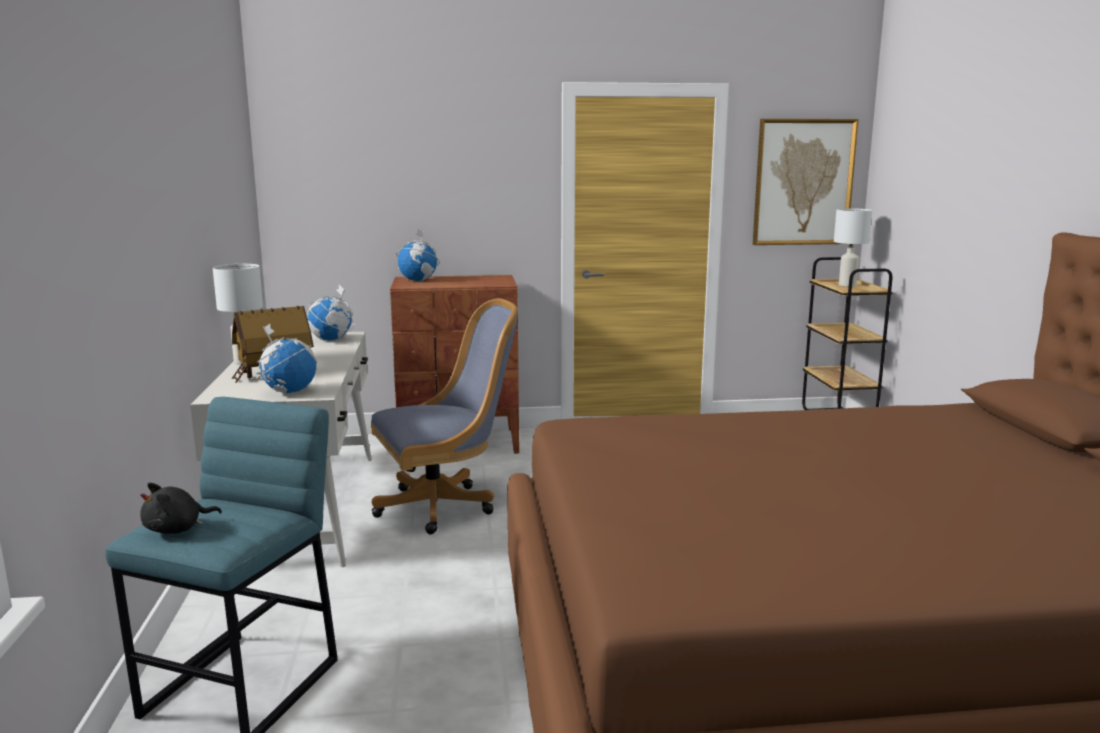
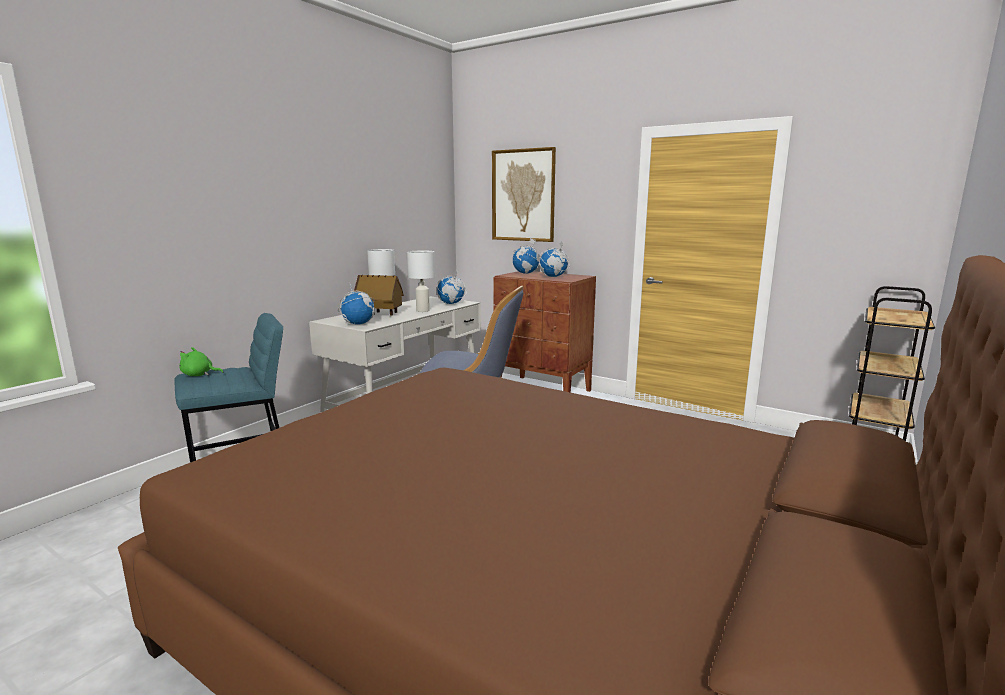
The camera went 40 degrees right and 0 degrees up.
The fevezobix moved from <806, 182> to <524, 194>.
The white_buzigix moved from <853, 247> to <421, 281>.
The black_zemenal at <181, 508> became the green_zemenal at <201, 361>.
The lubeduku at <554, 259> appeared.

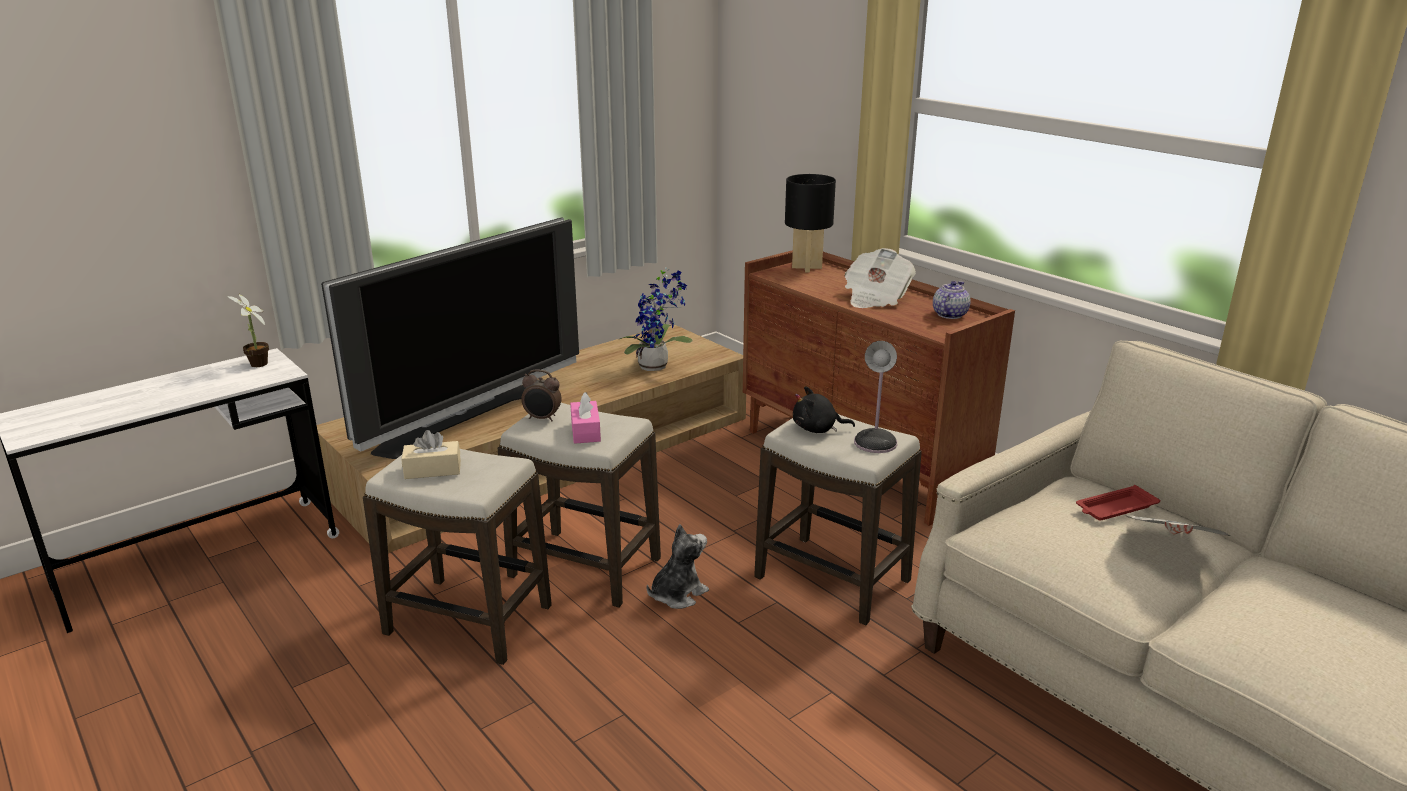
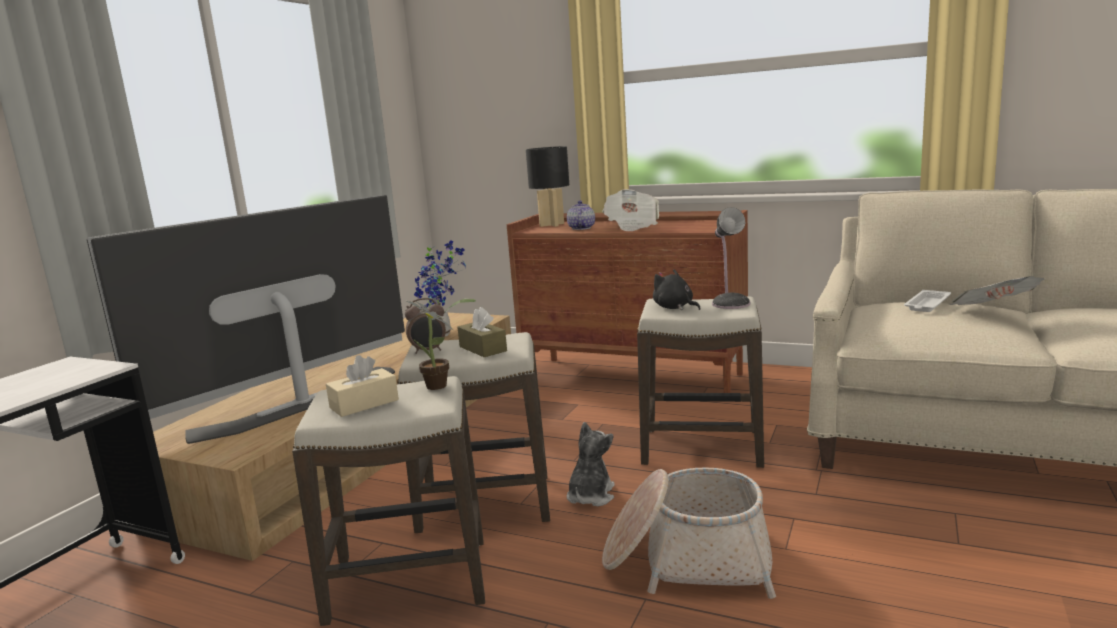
The camera went 25 degrees left and 10 degrees down.
The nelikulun at <450, 338> turned 150 degrees counterclockwise.
The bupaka moved from <952, 300> to <581, 215>.
The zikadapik moved from <248, 330> to <430, 345>.
The black_zemenal at <824, 409> turned 75 degrees clockwise.
The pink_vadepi at <585, 418> became the brown_vadepi at <482, 332>.
The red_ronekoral at <1118, 503> became the white_ronekoral at <927, 301>.
The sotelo at <689, 533> appeared.

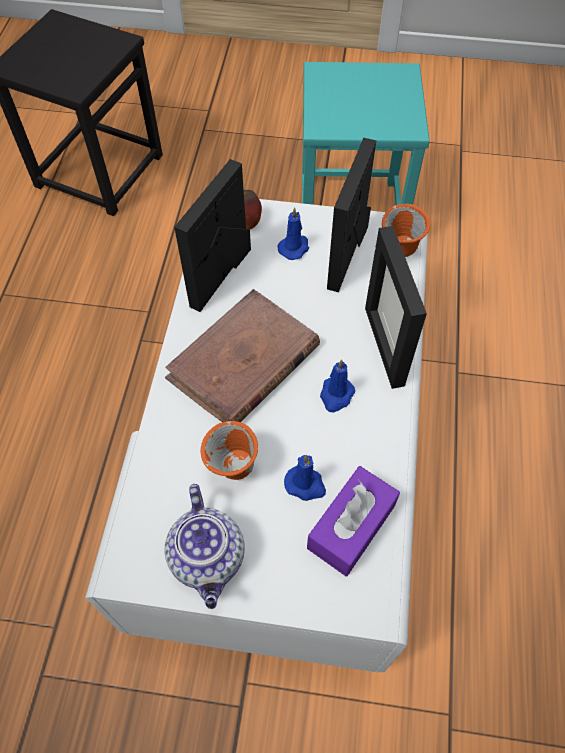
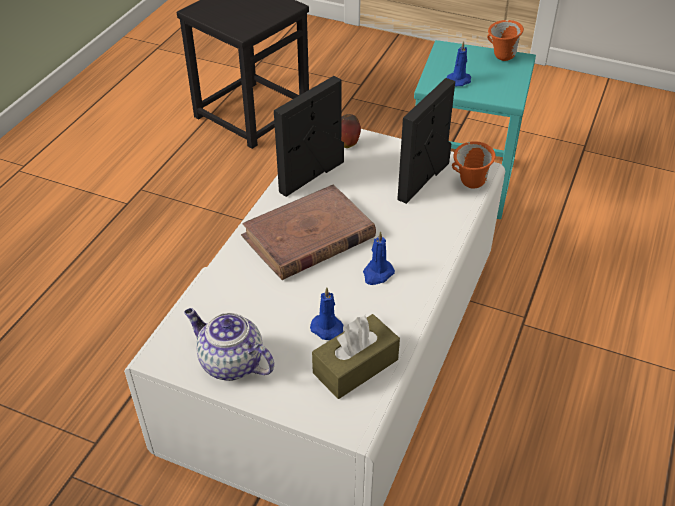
The camera went 15 degrees right and 15 degrees down.
The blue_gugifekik moved from <293, 233> to <458, 63>.
The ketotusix at <396, 307> disappeared.
The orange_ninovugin moved from <229, 450> to <505, 40>.
The purple_vadepi at <353, 521> became the brown_vadepi at <356, 356>.
The bupaka at <205, 546> turned 120 degrees clockwise.

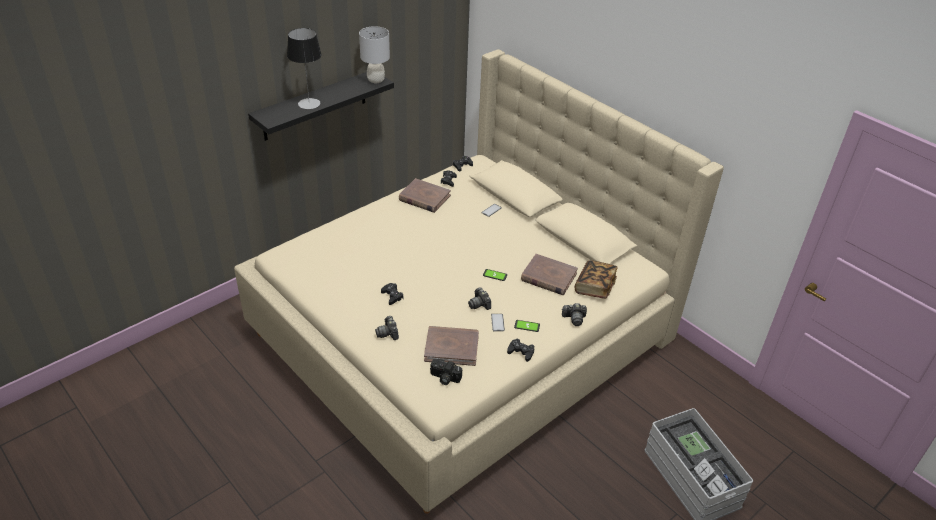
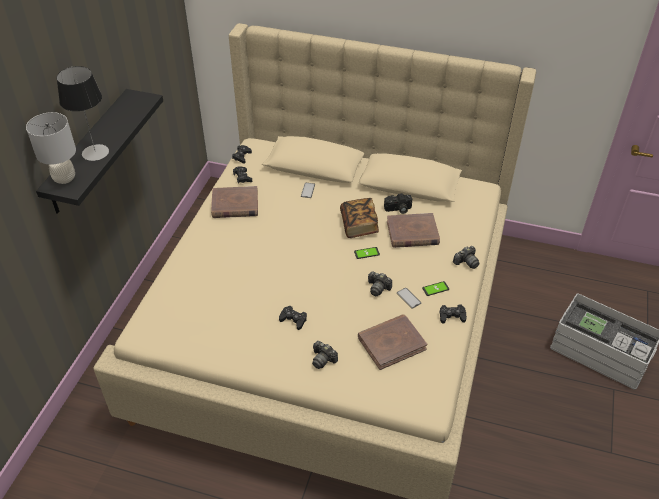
The camera went 30 degrees left and 5 degrees up.
The grey_buzigix moved from <374, 54> to <51, 148>.
The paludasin moved from <596, 279> to <359, 218>.
The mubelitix moved from <446, 372> to <398, 203>.

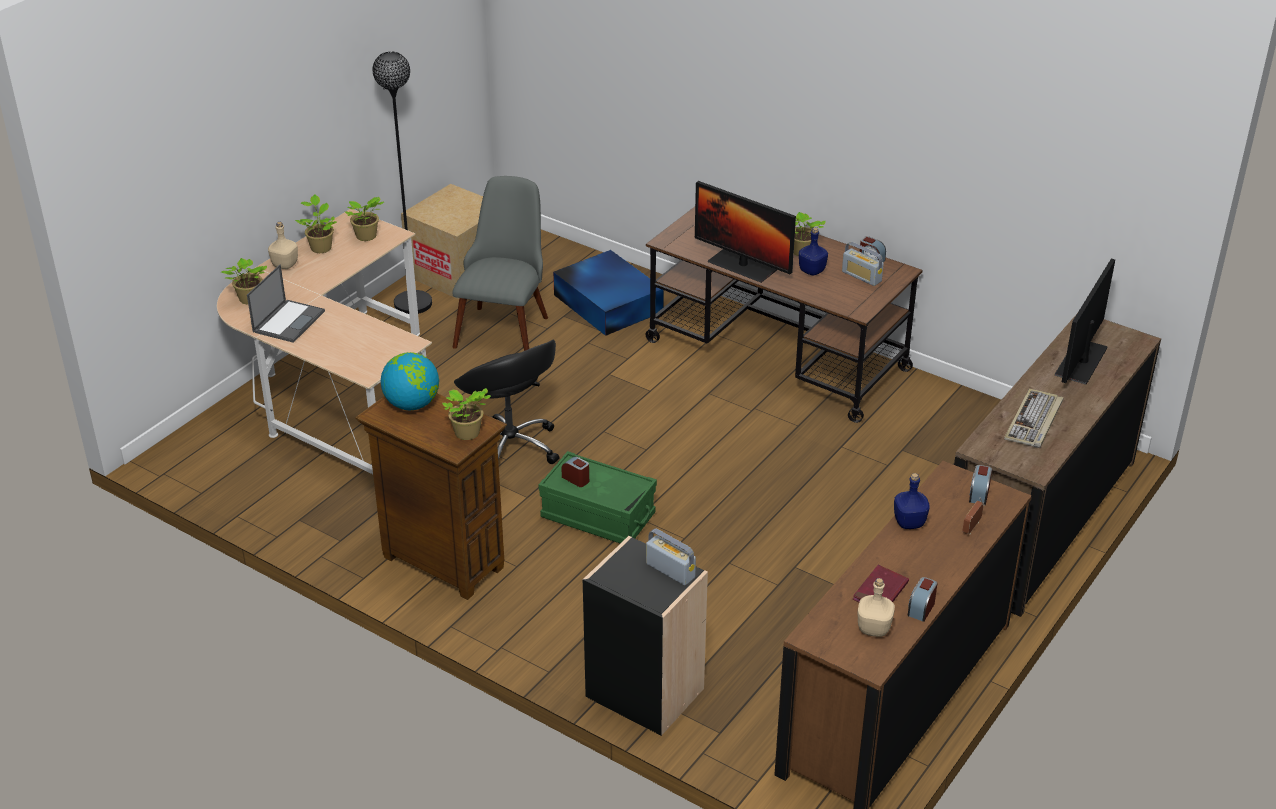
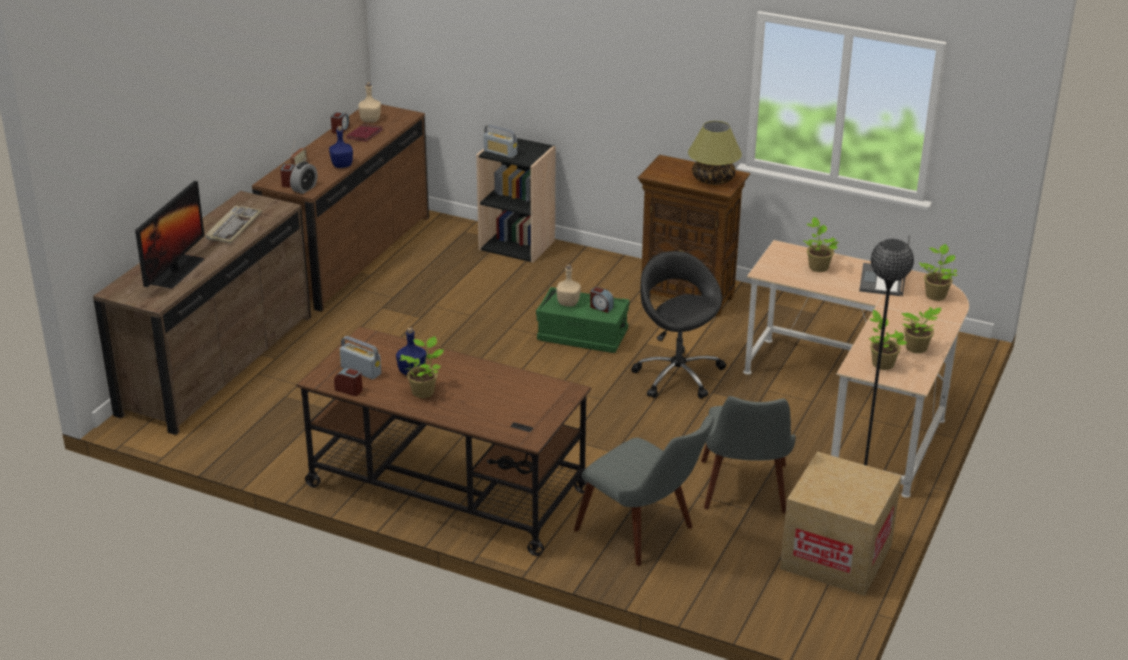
The camera went 170 degrees right and 5 degrees down.
The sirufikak at <745, 232> disappeared.
The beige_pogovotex moved from <283, 245> to <568, 285>.
The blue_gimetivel at <608, 293> was replaced by the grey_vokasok at <644, 490>.
The lubeduku at <410, 381> was replaced by the buzigix at <715, 153>.
The zikadapik moved from <466, 414> to <821, 244>.
The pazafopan at <303, 177> appeared.

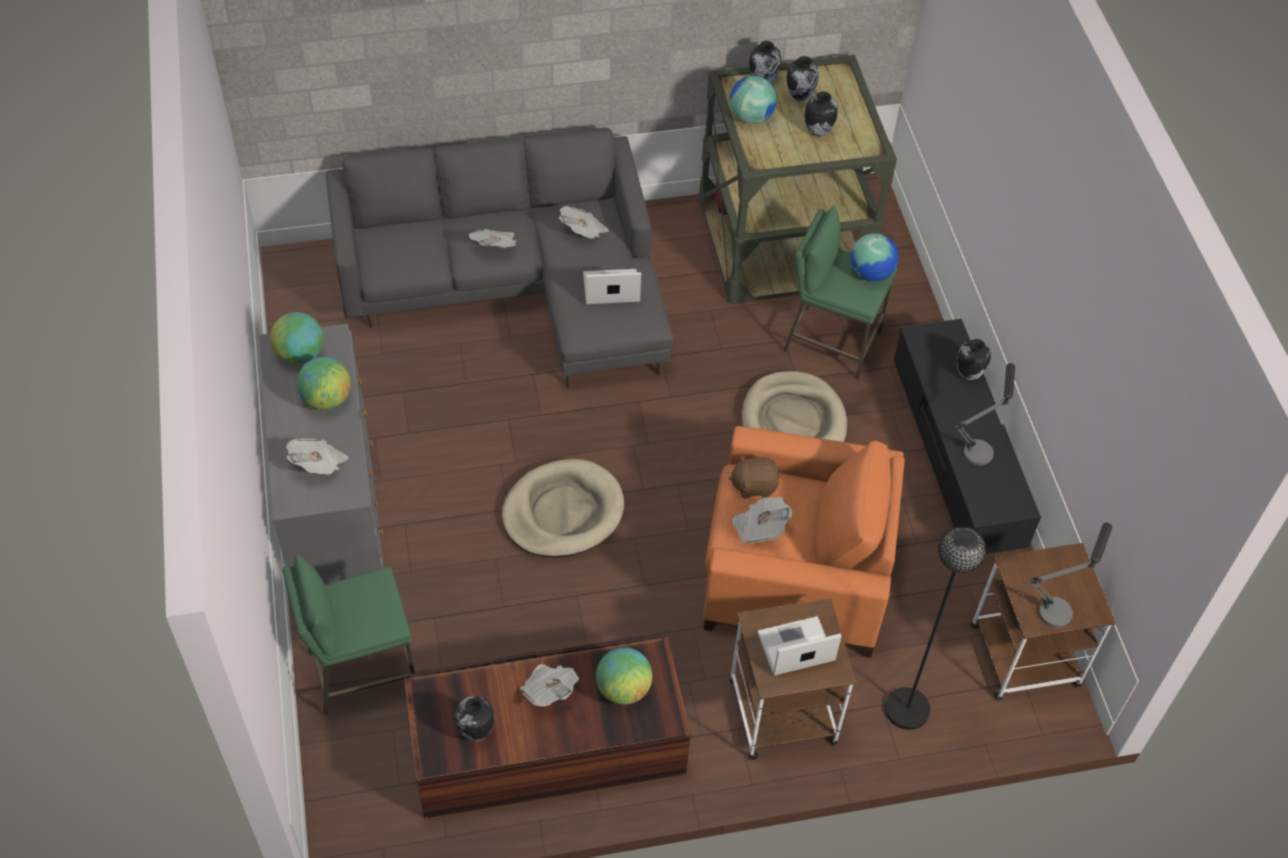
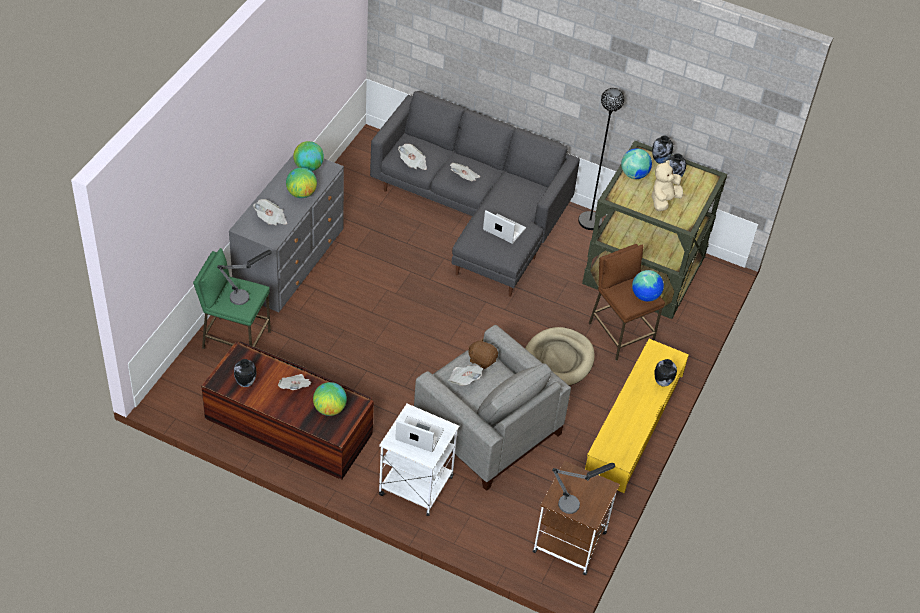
The camera went 35 degrees right and 5 degrees down.
The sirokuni at <821, 114> was replaced by the beige_zemenal at <667, 185>.
The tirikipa moved from <584, 222> to <412, 157>.
The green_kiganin at <840, 293> became the brown_kiganin at <627, 302>.
The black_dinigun at <967, 436> became the yellow_dinigun at <637, 416>.
The buzigix moved from <985, 414> to <244, 277>.
The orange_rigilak at <804, 542> became the grey_rigilak at <492, 408>.
The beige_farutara at <563, 508> disappeared.
The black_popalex moved from <935, 628> to <601, 159>.
The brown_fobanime at <792, 679> became the white_fobanime at <419, 460>.

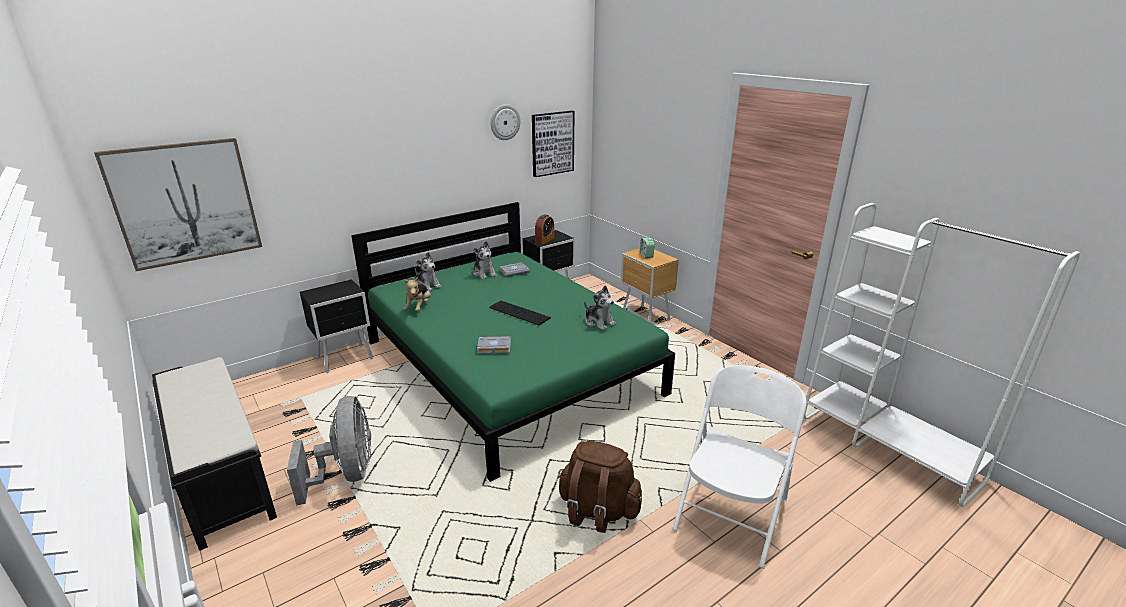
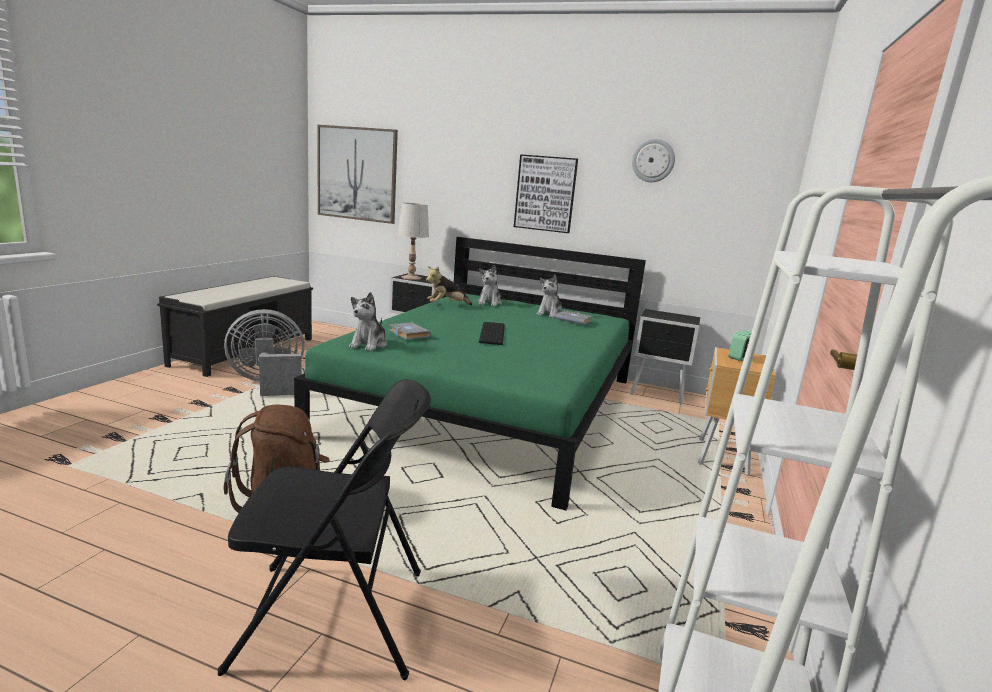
The camera went 55 degrees right and 10 degrees down.
The fevezobix moved from <553, 144> to <546, 193>.
The pazafopan at <544, 229> disappeared.
The zemenal moved from <600, 307> to <368, 321>.
The white_vokasok at <739, 467> became the black_vokasok at <324, 530>.
The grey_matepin at <329, 450> turned 150 degrees counterclockwise.
The white_buzigix at <413, 241> appeared.

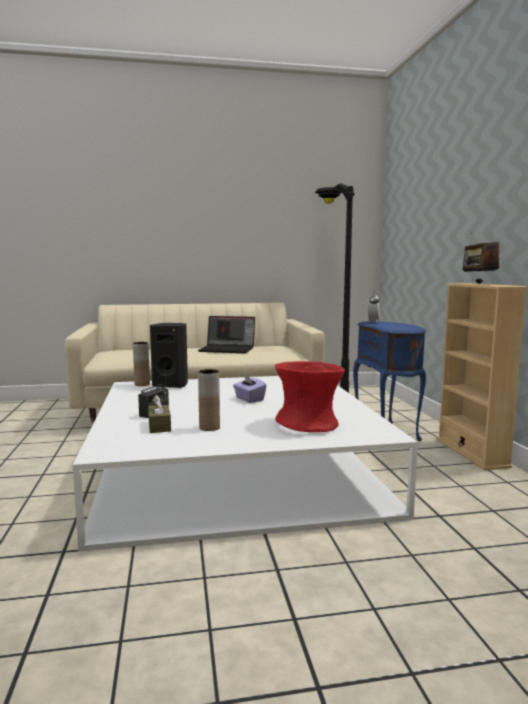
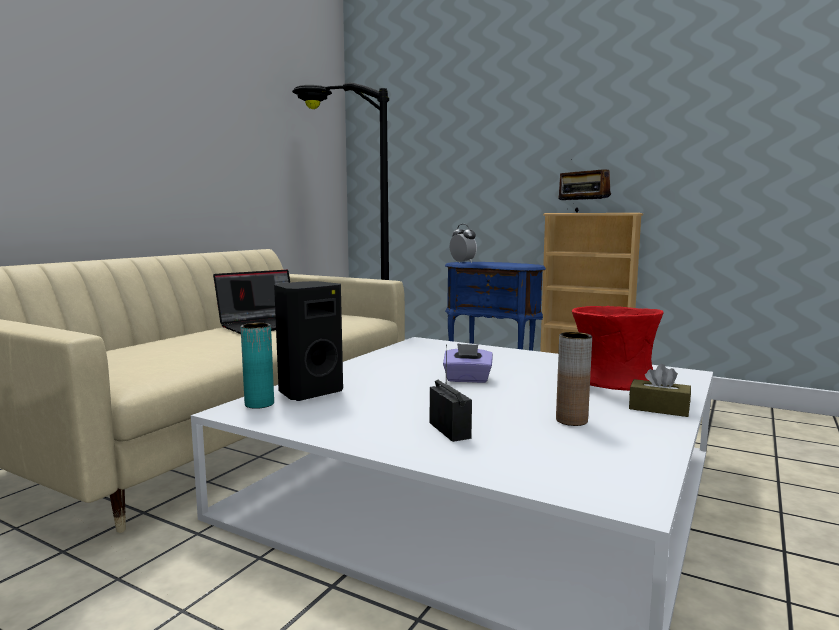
The camera went 50 degrees left and 0 degrees up.
The brown_sirokuni at <141, 364> became the turquoise_sirokuni at <257, 366>.
The brown_vadepi moved from <159, 414> to <660, 390>.

